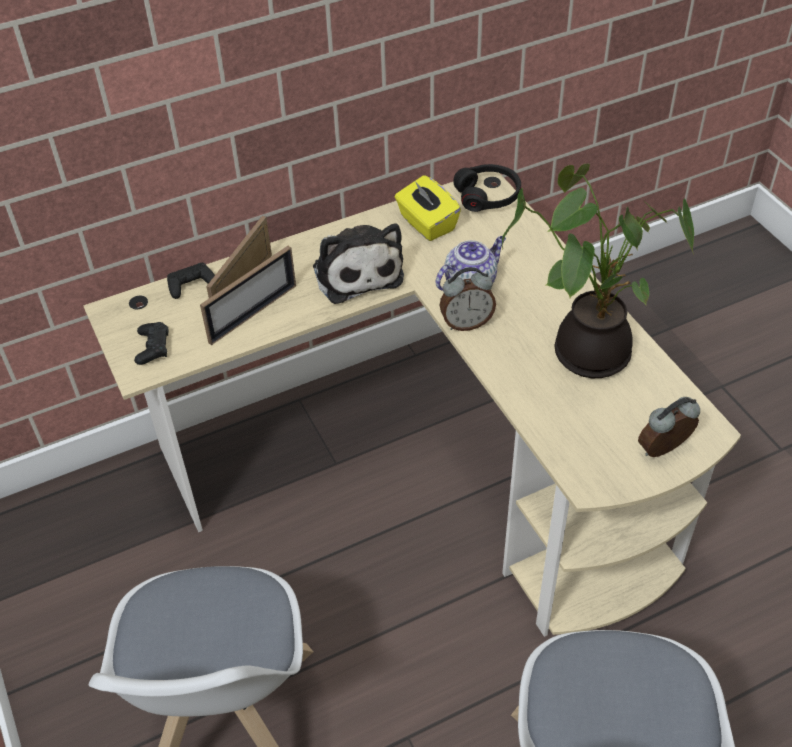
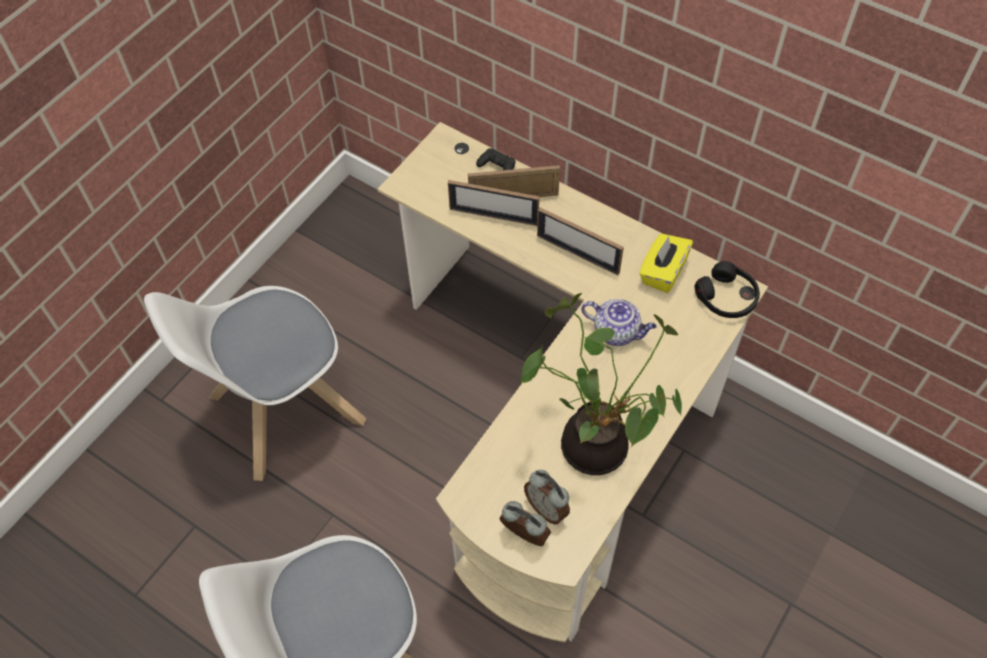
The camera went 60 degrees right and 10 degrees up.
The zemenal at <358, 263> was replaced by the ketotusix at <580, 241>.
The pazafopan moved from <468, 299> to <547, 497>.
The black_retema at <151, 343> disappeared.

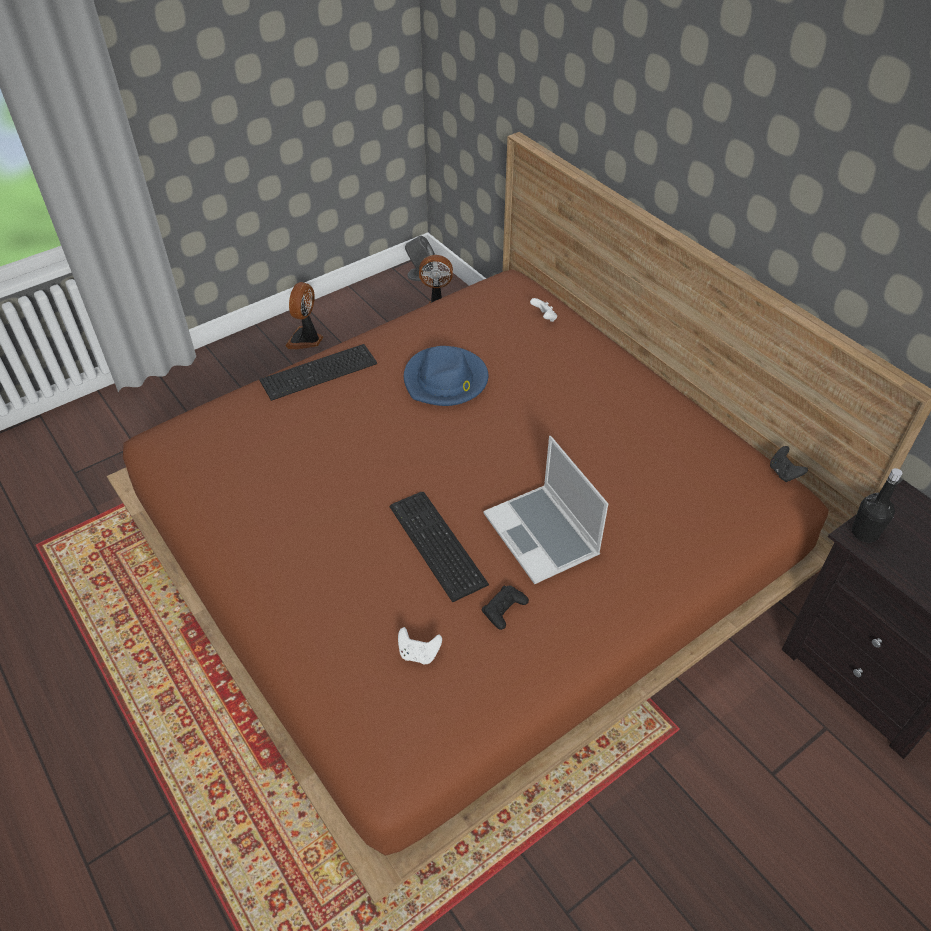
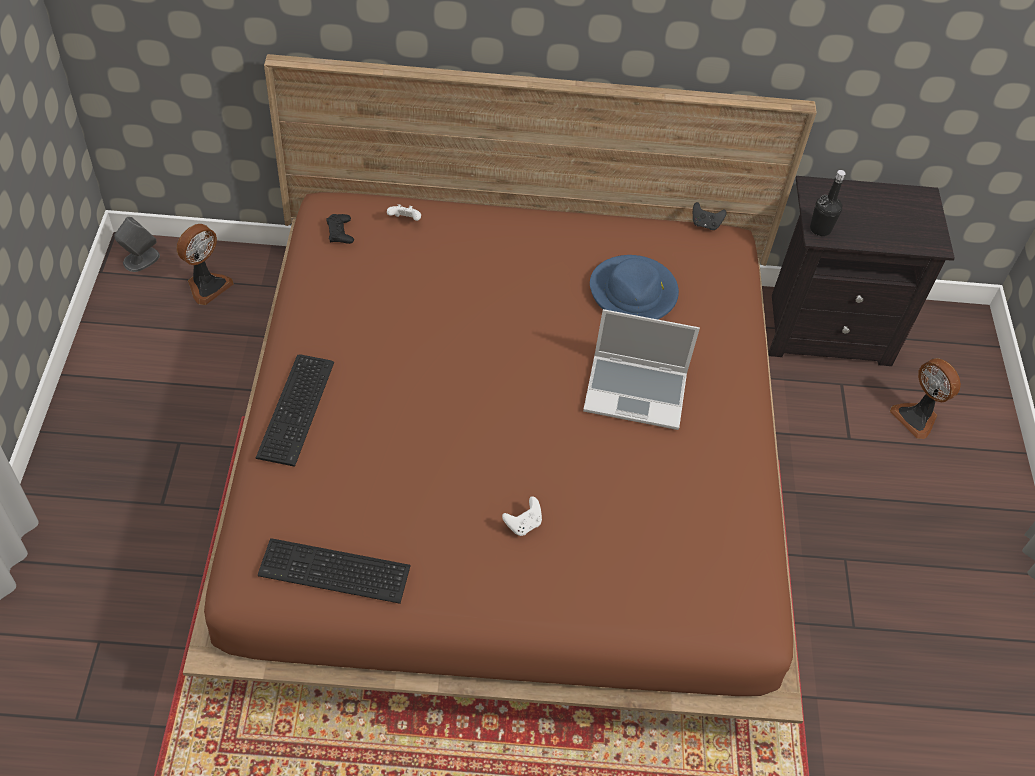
The camera went 55 degrees left and 5 degrees up.
The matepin moved from <304, 315> to <925, 398>.
The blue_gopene moved from <446, 376> to <634, 287>.
The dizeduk moved from <439, 547> to <334, 571>.
The black_retema moved from <505, 608> to <340, 229>.
The white_retema moved from <420, 645> to <522, 516>.

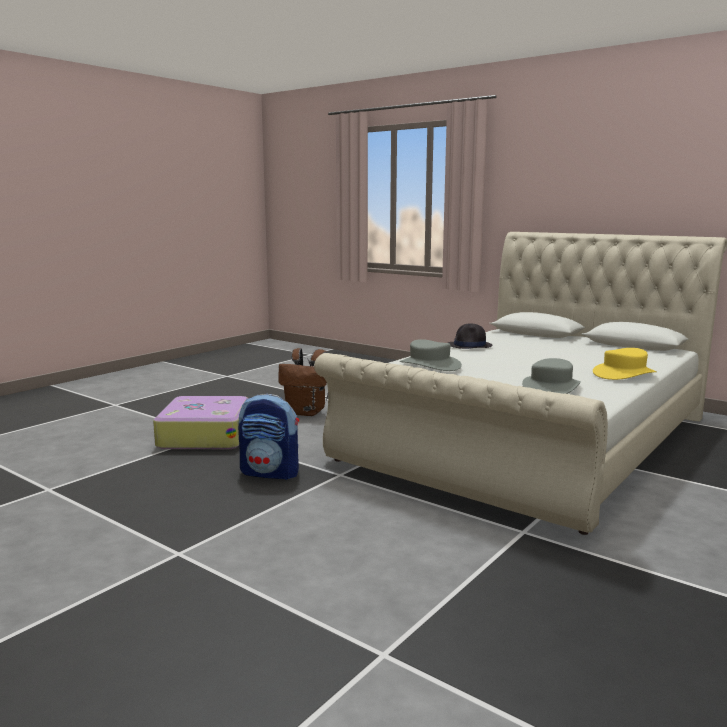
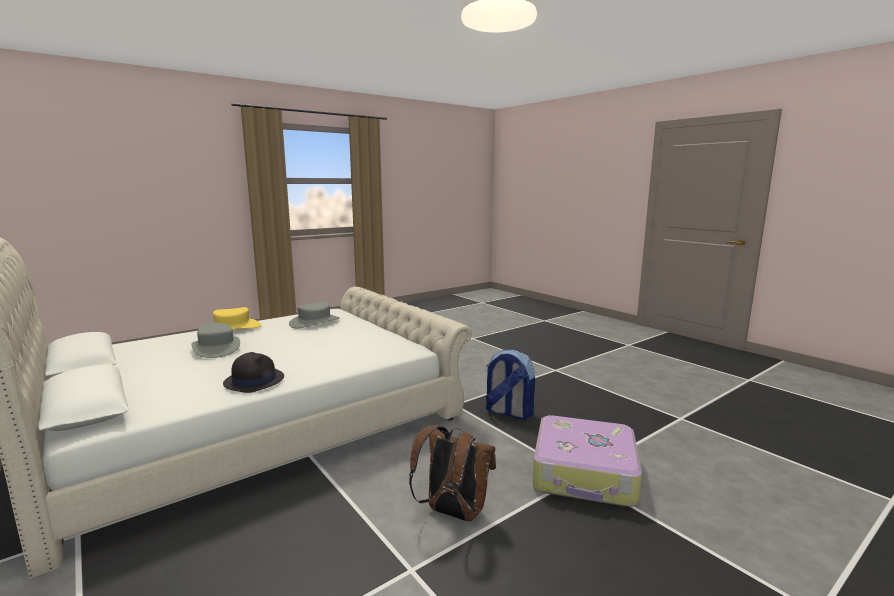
The camera went 165 degrees left and 0 degrees up.
The grey_gopene moved from <431, 355> to <215, 340>.

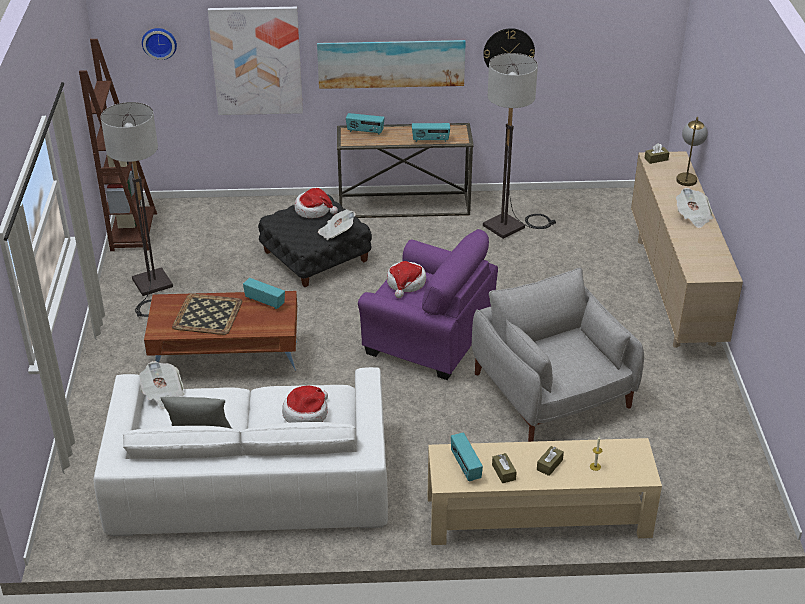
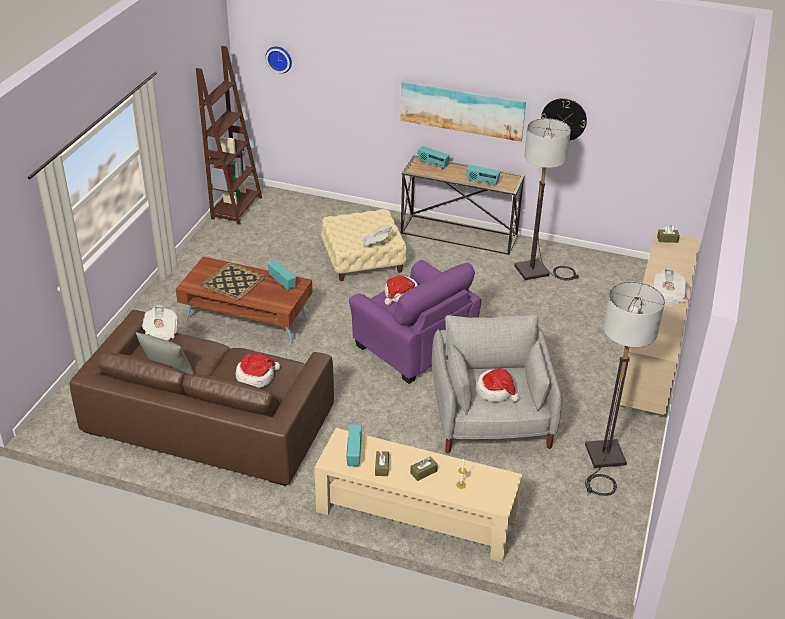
The camera went 20 degrees right and 0 degrees up.
The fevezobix at <255, 61> disappeared.
The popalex moved from <136, 210> to <625, 389>.
The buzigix at <692, 151> disappeared.
The gopene moved from <316, 203> to <498, 385>.
The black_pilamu at <315, 240> became the beige_pilamu at <364, 245>.
The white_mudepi at <241, 451> became the brown_mudepi at <202, 398>.

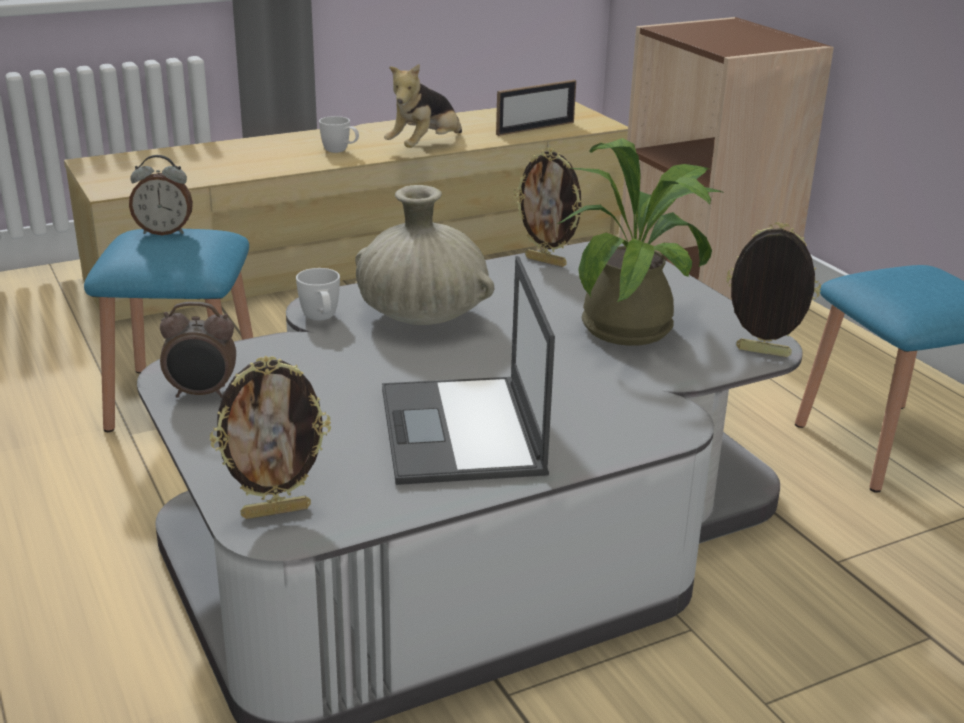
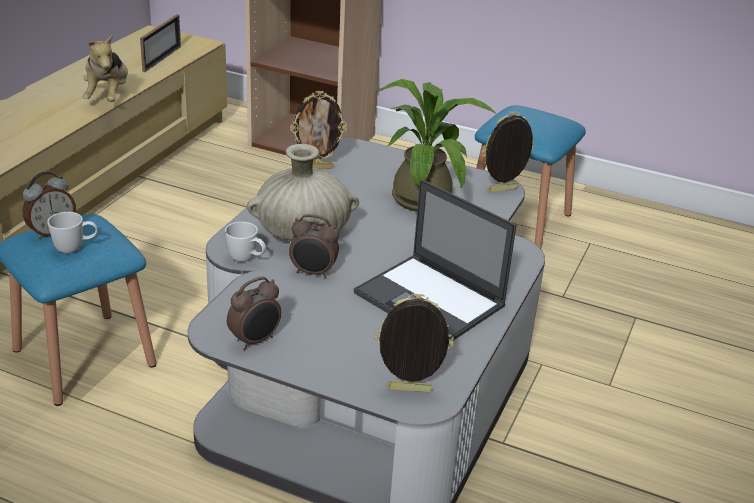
The camera went 40 degrees left and 5 degrees up.
The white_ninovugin moved from <339, 134> to <72, 232>.
The ketotusix at <270, 437> turned 120 degrees counterclockwise.
The pazafopan at <314, 246> appeared.

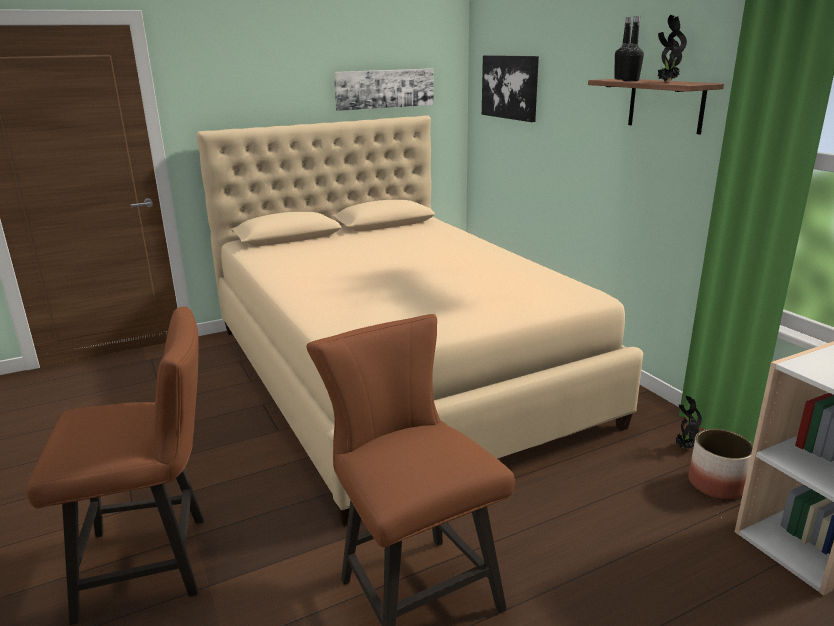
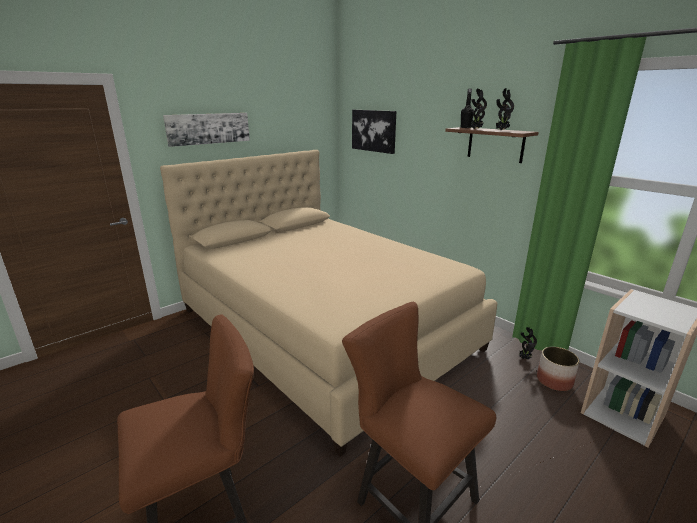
The camera went 15 degrees left and 0 degrees up.
The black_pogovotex at <633, 48> was replaced by the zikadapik at <479, 109>.
The fevezobix moved from <384, 90> to <206, 130>.

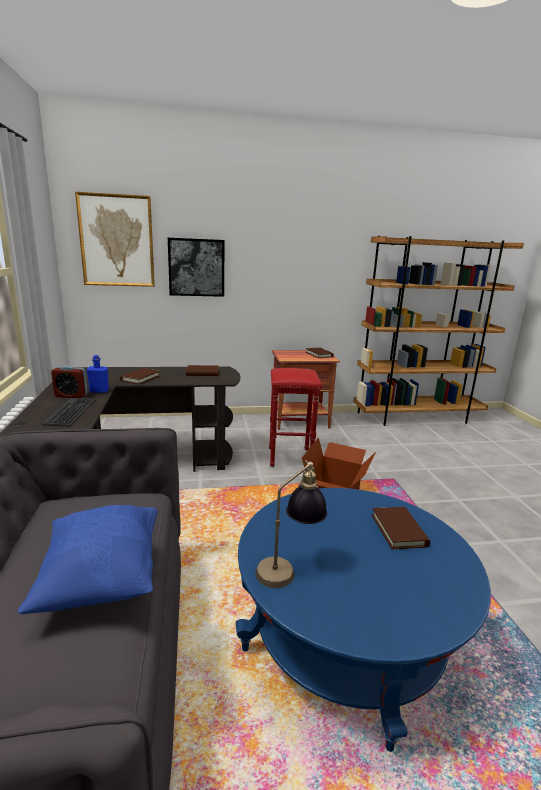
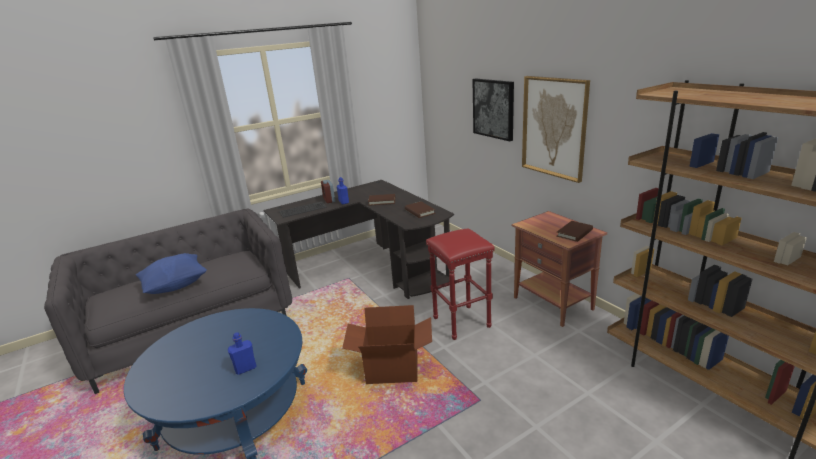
The camera went 70 degrees right and 5 degrees up.
The fevezobix moved from <115, 239> to <556, 129>.
The buzigix at <291, 524> disappeared.
The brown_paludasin at <401, 528> was replaced by the blue_pogovotex at <242, 353>.

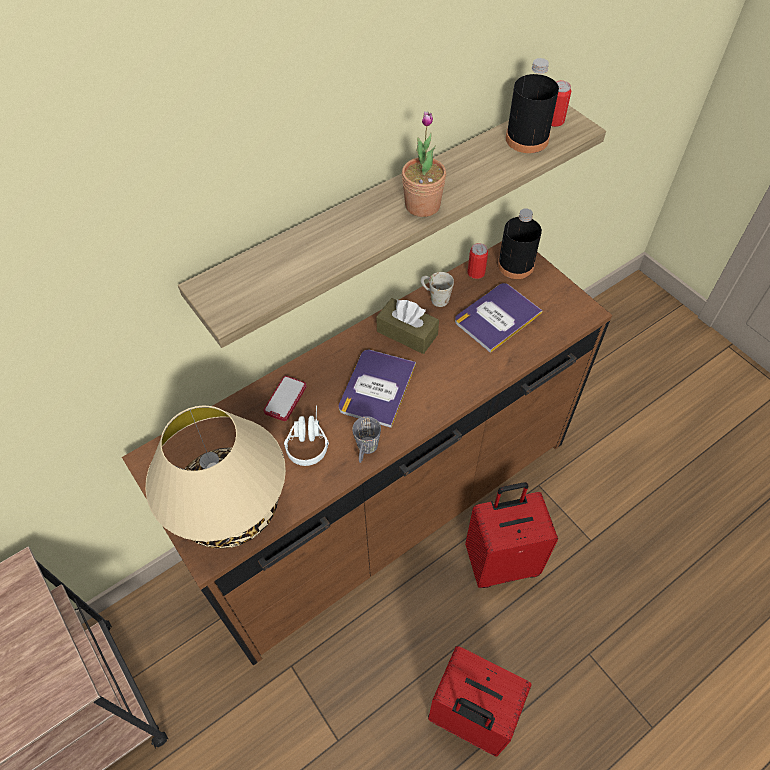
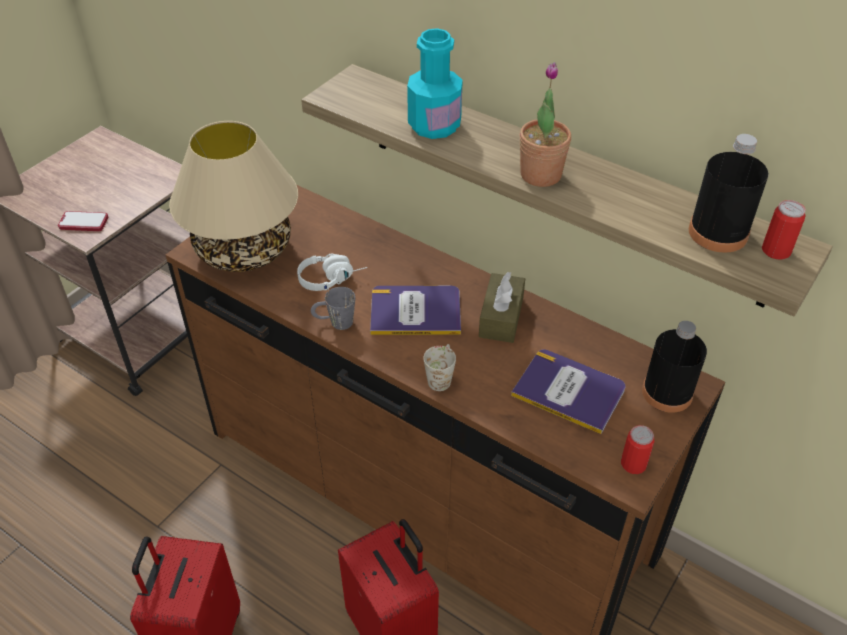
The camera went 70 degrees right and 10 degrees down.
The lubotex moved from <478, 261> to <637, 449>.
The white_ninovugin moved from <437, 289> to <439, 367>.
The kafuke moved from <285, 398> to <83, 221>.
The turquoise_pogovotex at <435, 83> appeared.

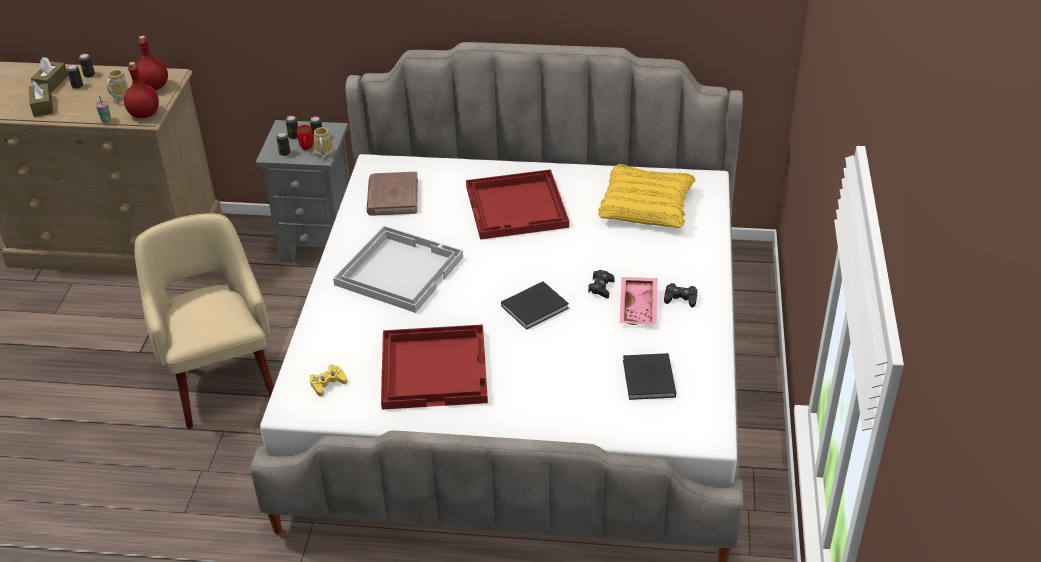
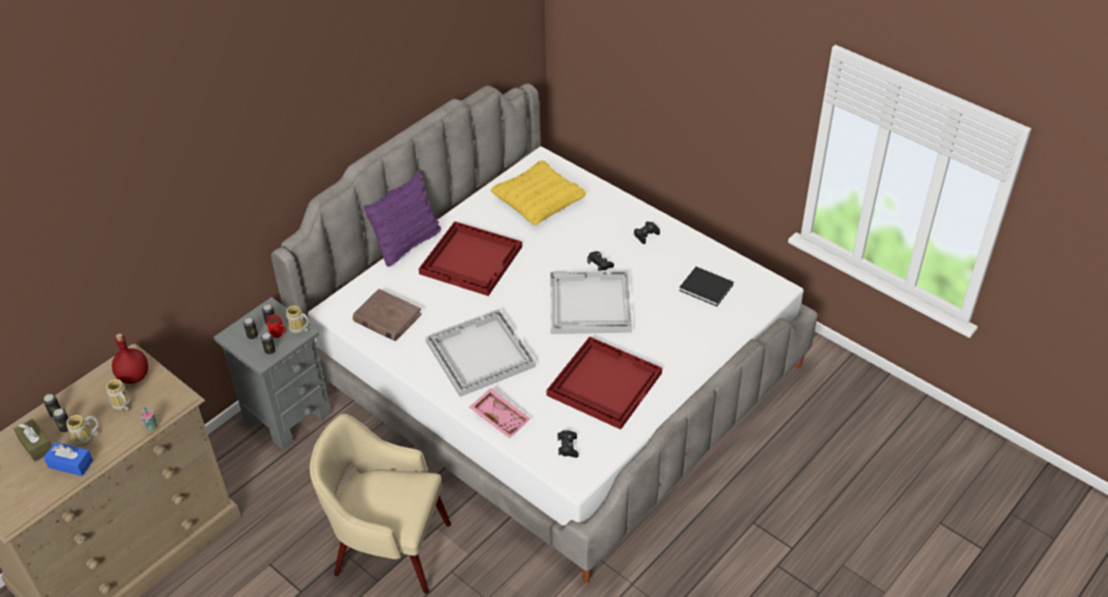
The camera went 55 degrees left and 5 degrees up.
The red_pogovotex at <141, 90> disappeared.
The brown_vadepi at <40, 98> became the blue_vadepi at <68, 459>.
The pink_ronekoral moved from <638, 301> to <500, 413>.
The black_paludasin at <535, 305> was replaced by the white_ronekoral at <591, 302>.
The yellow_retema at <328, 380> became the black_retema at <568, 444>.
The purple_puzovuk at <402, 219> appeared.
The ninovugin at <82, 430> appeared.

